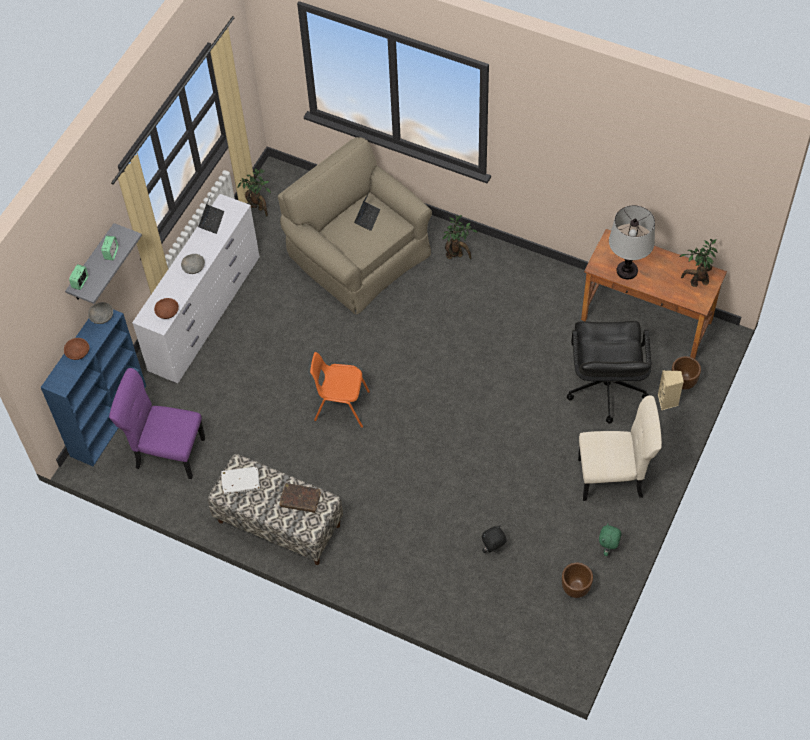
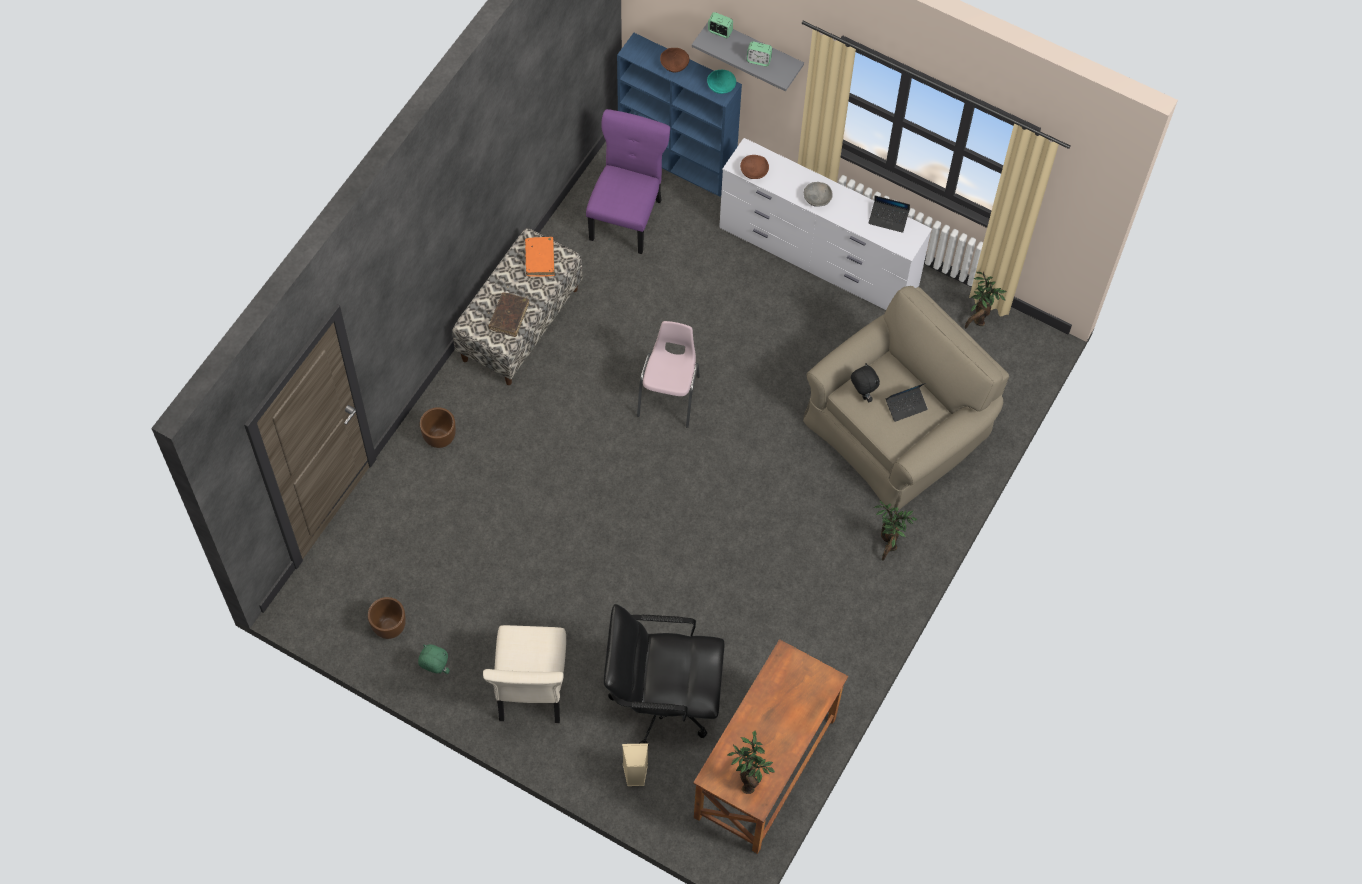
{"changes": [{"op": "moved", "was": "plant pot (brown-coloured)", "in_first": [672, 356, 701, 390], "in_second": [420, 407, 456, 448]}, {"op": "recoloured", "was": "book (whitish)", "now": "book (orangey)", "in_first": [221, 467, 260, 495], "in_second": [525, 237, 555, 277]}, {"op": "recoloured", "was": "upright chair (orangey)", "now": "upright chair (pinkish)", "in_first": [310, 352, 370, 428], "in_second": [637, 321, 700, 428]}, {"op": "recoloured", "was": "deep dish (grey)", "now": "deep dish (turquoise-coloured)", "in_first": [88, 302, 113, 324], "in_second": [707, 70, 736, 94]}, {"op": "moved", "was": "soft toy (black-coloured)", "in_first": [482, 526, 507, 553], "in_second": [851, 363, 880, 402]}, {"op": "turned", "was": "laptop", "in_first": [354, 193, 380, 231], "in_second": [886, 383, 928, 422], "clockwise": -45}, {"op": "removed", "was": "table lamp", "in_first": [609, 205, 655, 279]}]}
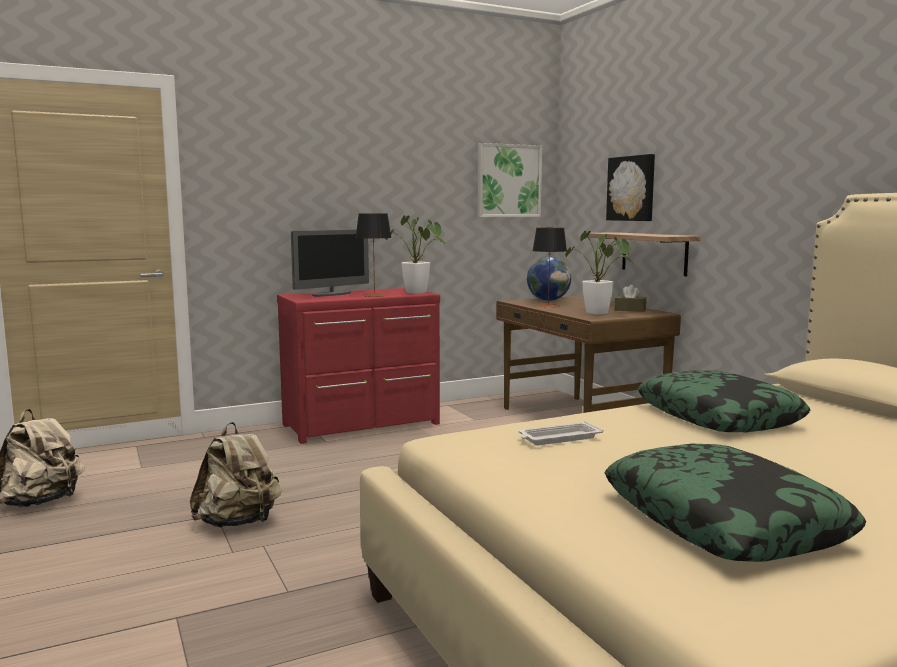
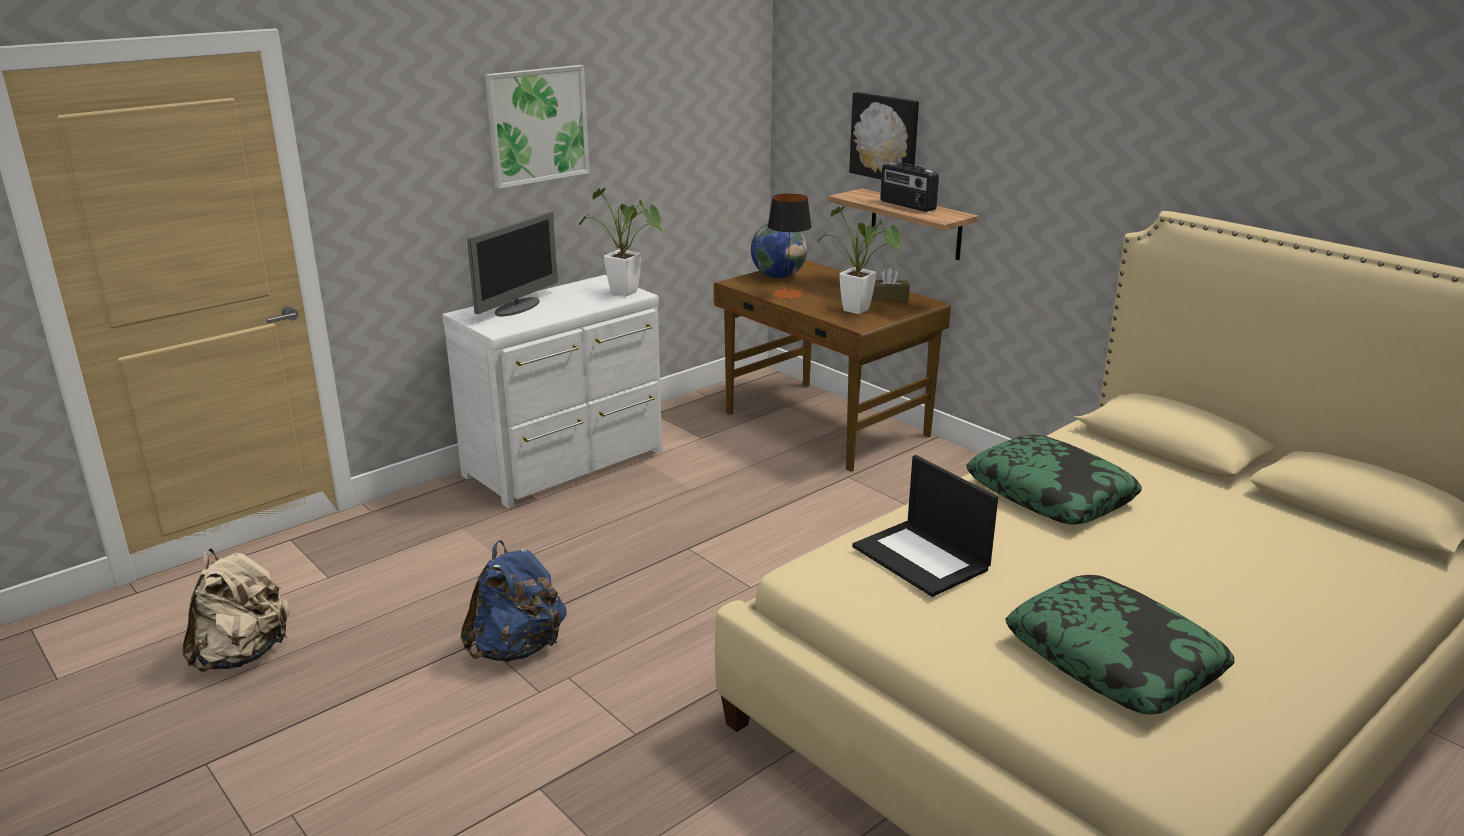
{"changes": [{"op": "recoloured", "was": "drawer chest (red-coloured)", "now": "drawer chest (whitish)", "in_first": [277, 288, 440, 444], "in_second": [442, 275, 662, 508]}, {"op": "recoloured", "was": "backpack (beige-coloured)", "now": "backpack (blue)", "in_first": [190, 422, 282, 528], "in_second": [461, 540, 567, 662]}, {"op": "moved", "was": "picture", "in_first": [478, 143, 542, 217], "in_second": [485, 65, 590, 189]}, {"op": "replaced", "was": "tray (whitish)", "now": "laptop", "in_first": [519, 421, 604, 445], "in_second": [852, 455, 998, 597]}, {"op": "added", "now": "radio", "in_second": [880, 163, 939, 212]}, {"op": "removed", "was": "table lamp", "in_first": [355, 213, 392, 297]}]}
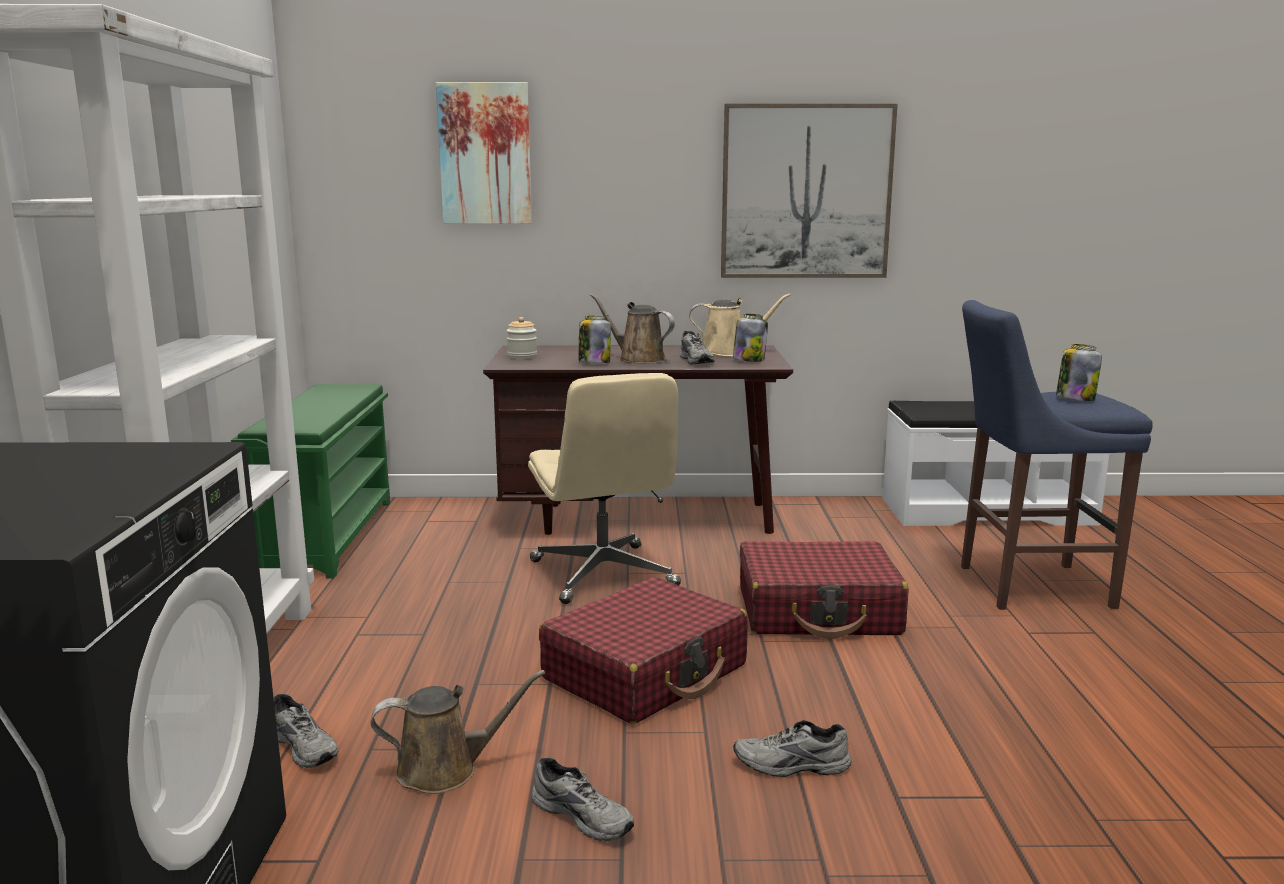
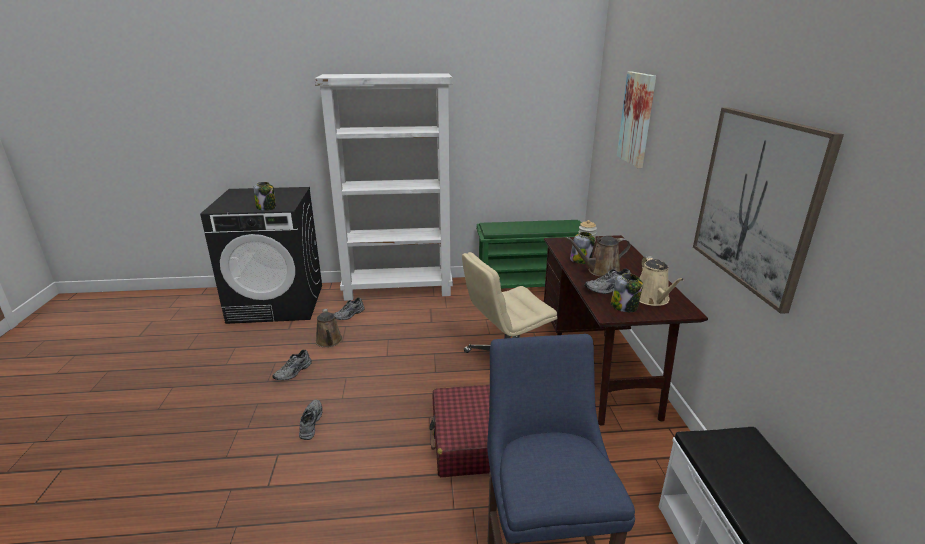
{"changes": [{"op": "moved", "was": "preserve jar", "in_first": [1056, 344, 1102, 401], "in_second": [253, 182, 276, 211]}, {"op": "turned", "was": "watering pot (brown-coloured)", "in_first": [590, 294, 675, 363], "in_second": [565, 236, 631, 277], "clockwise": -135}, {"op": "removed", "was": "travel case (red-coloured)", "in_first": [539, 577, 748, 724]}]}
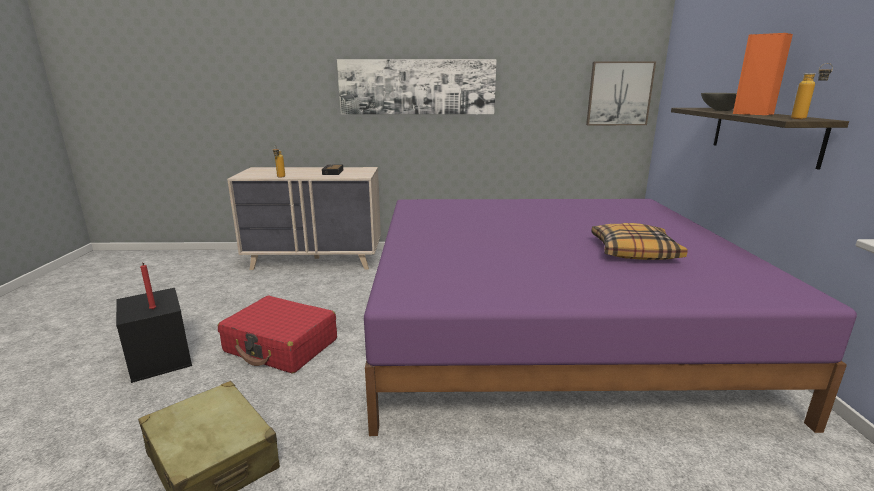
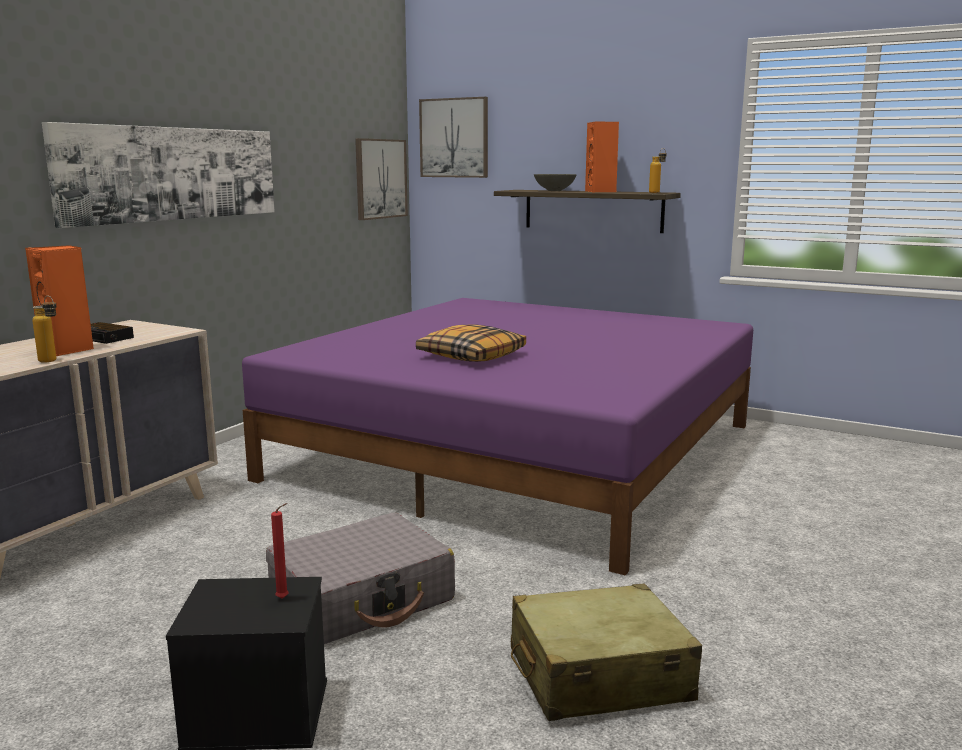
{"changes": [{"op": "added", "now": "loudspeaker (orangey)", "in_second": [25, 245, 94, 356]}, {"op": "recoloured", "was": "travel case (red-coloured)", "now": "travel case (grey)", "in_first": [218, 296, 337, 373], "in_second": [266, 512, 455, 644]}, {"op": "moved", "was": "pillow", "in_first": [592, 223, 688, 260], "in_second": [416, 325, 526, 362]}, {"op": "added", "now": "picture", "in_second": [419, 97, 488, 178]}]}
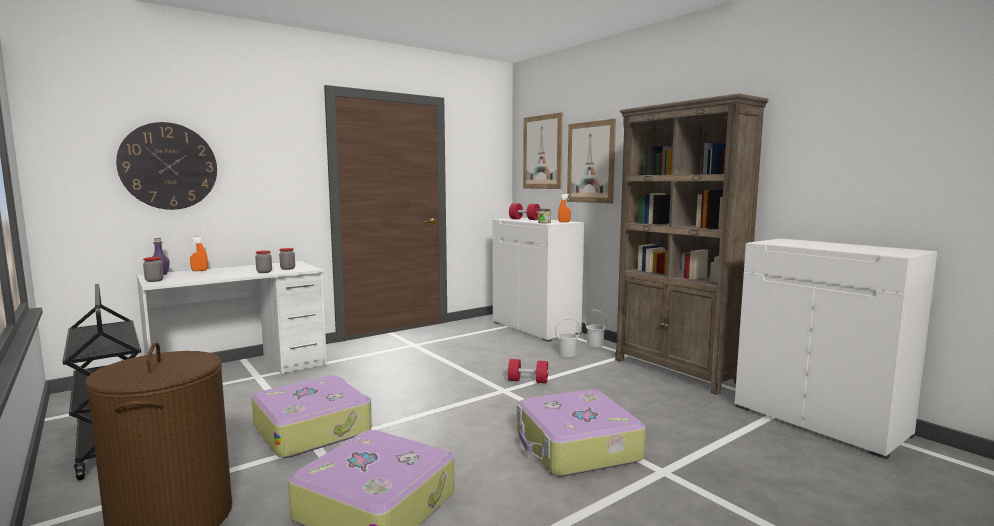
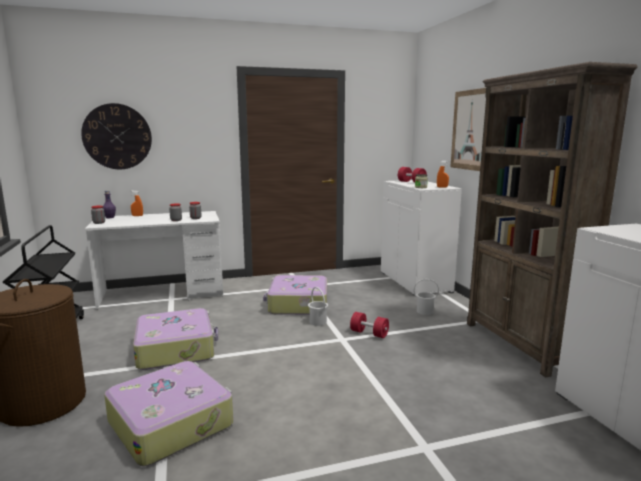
{"changes": [{"op": "moved", "was": "travel case", "in_first": [517, 389, 646, 477], "in_second": [263, 275, 327, 315]}, {"op": "moved", "was": "water bucket (whitish)", "in_first": [585, 310, 608, 347], "in_second": [308, 287, 328, 326]}, {"op": "removed", "was": "picture", "in_first": [523, 112, 563, 189]}]}
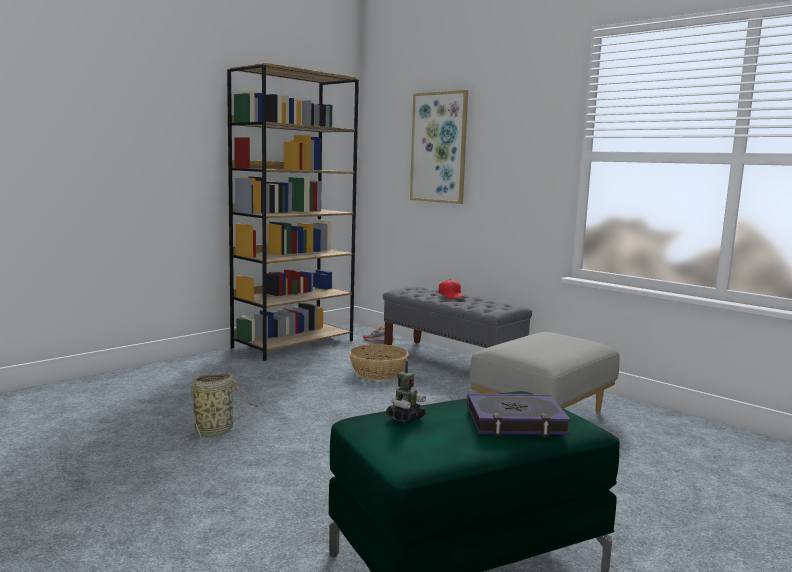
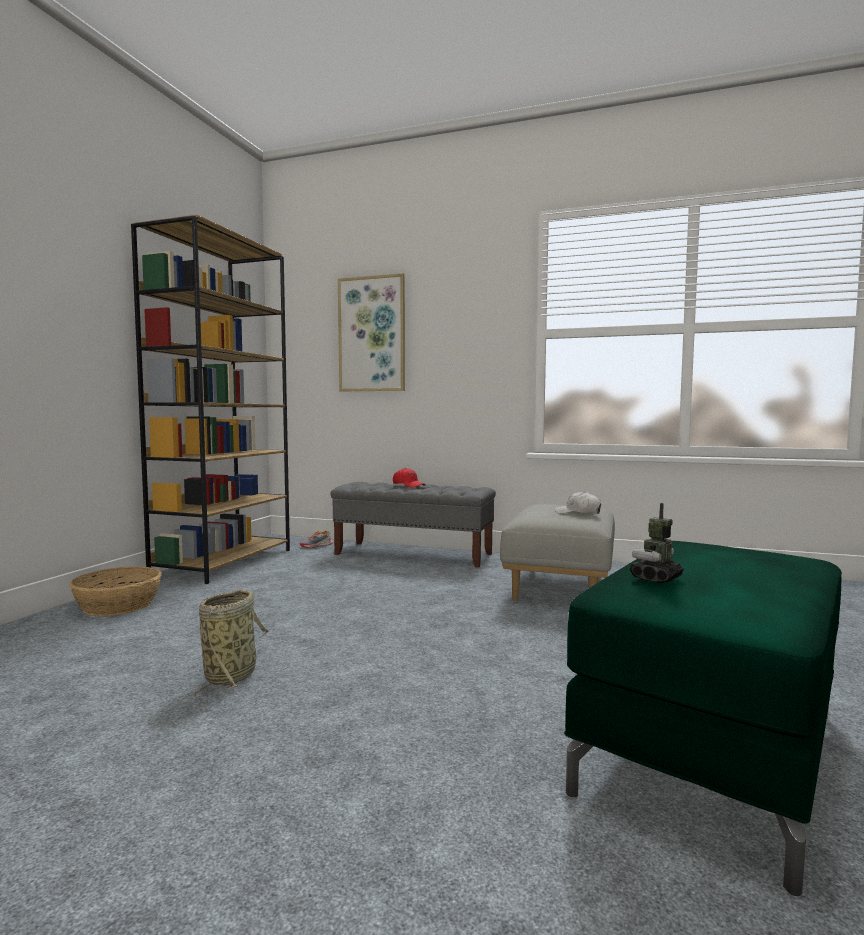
{"changes": [{"op": "moved", "was": "household basket", "in_first": [349, 344, 409, 380], "in_second": [69, 566, 162, 616]}, {"op": "added", "now": "cap (whitish)", "in_second": [555, 492, 601, 514]}, {"op": "turned", "was": "model robot", "in_first": [386, 361, 426, 423], "in_second": [630, 503, 684, 583], "clockwise": -150}, {"op": "removed", "was": "book", "in_first": [467, 394, 571, 437]}]}
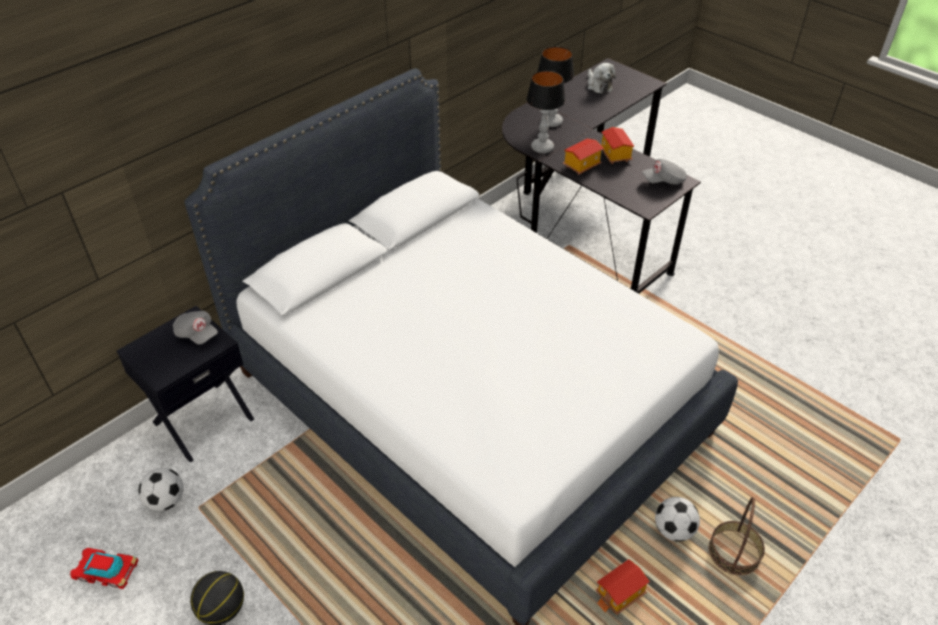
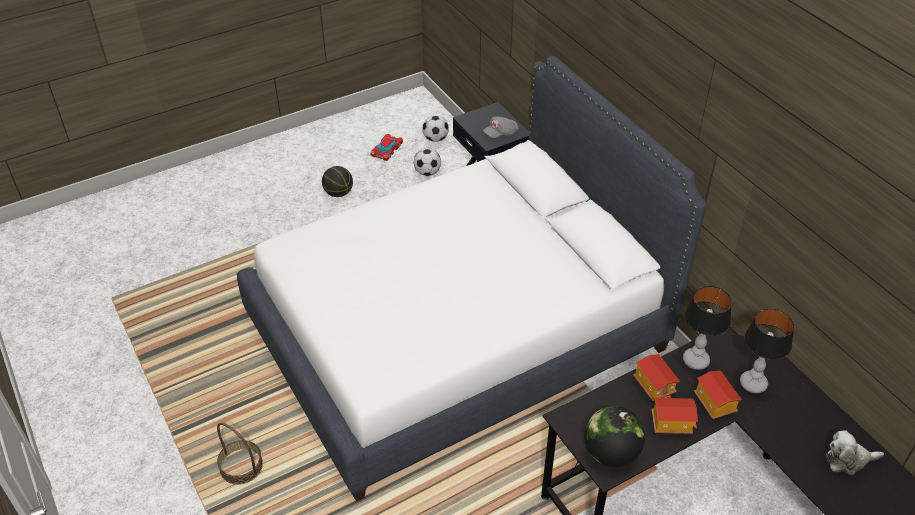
{"changes": [{"op": "moved", "was": "ball for football", "in_first": [655, 497, 700, 542], "in_second": [422, 115, 449, 142]}, {"op": "replaced", "was": "cap (grey)", "now": "world globe", "in_first": [642, 159, 686, 185], "in_second": [584, 406, 645, 467]}, {"op": "moved", "was": "model house", "in_first": [596, 559, 650, 615], "in_second": [694, 371, 742, 419]}]}
